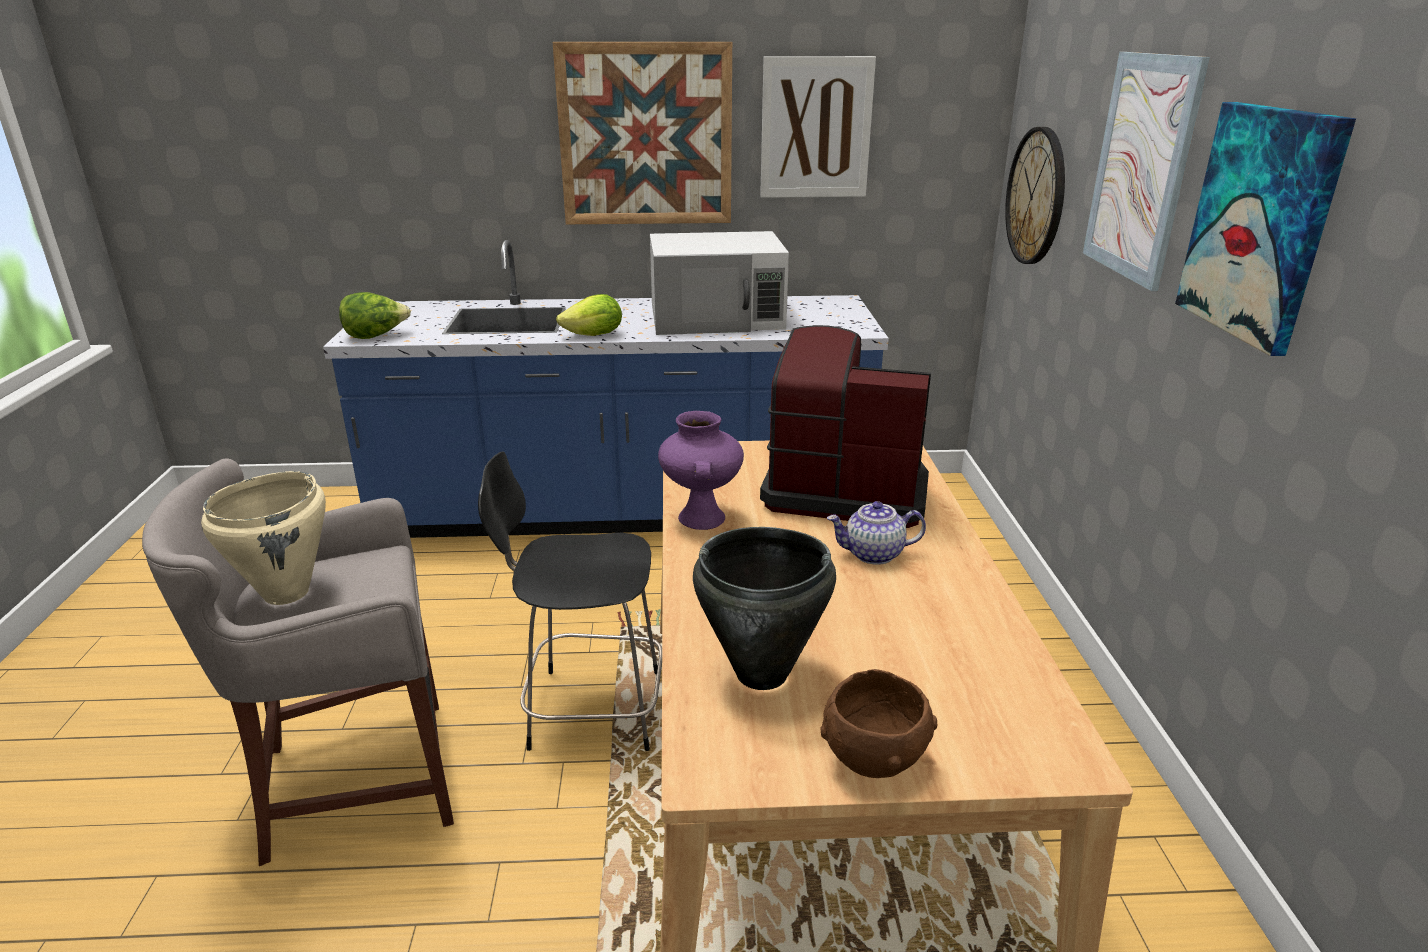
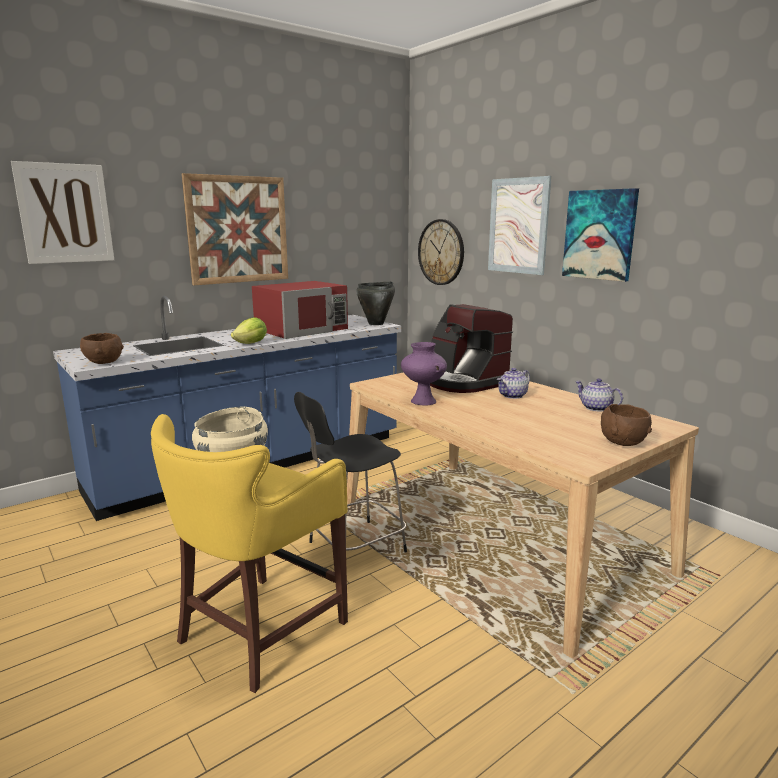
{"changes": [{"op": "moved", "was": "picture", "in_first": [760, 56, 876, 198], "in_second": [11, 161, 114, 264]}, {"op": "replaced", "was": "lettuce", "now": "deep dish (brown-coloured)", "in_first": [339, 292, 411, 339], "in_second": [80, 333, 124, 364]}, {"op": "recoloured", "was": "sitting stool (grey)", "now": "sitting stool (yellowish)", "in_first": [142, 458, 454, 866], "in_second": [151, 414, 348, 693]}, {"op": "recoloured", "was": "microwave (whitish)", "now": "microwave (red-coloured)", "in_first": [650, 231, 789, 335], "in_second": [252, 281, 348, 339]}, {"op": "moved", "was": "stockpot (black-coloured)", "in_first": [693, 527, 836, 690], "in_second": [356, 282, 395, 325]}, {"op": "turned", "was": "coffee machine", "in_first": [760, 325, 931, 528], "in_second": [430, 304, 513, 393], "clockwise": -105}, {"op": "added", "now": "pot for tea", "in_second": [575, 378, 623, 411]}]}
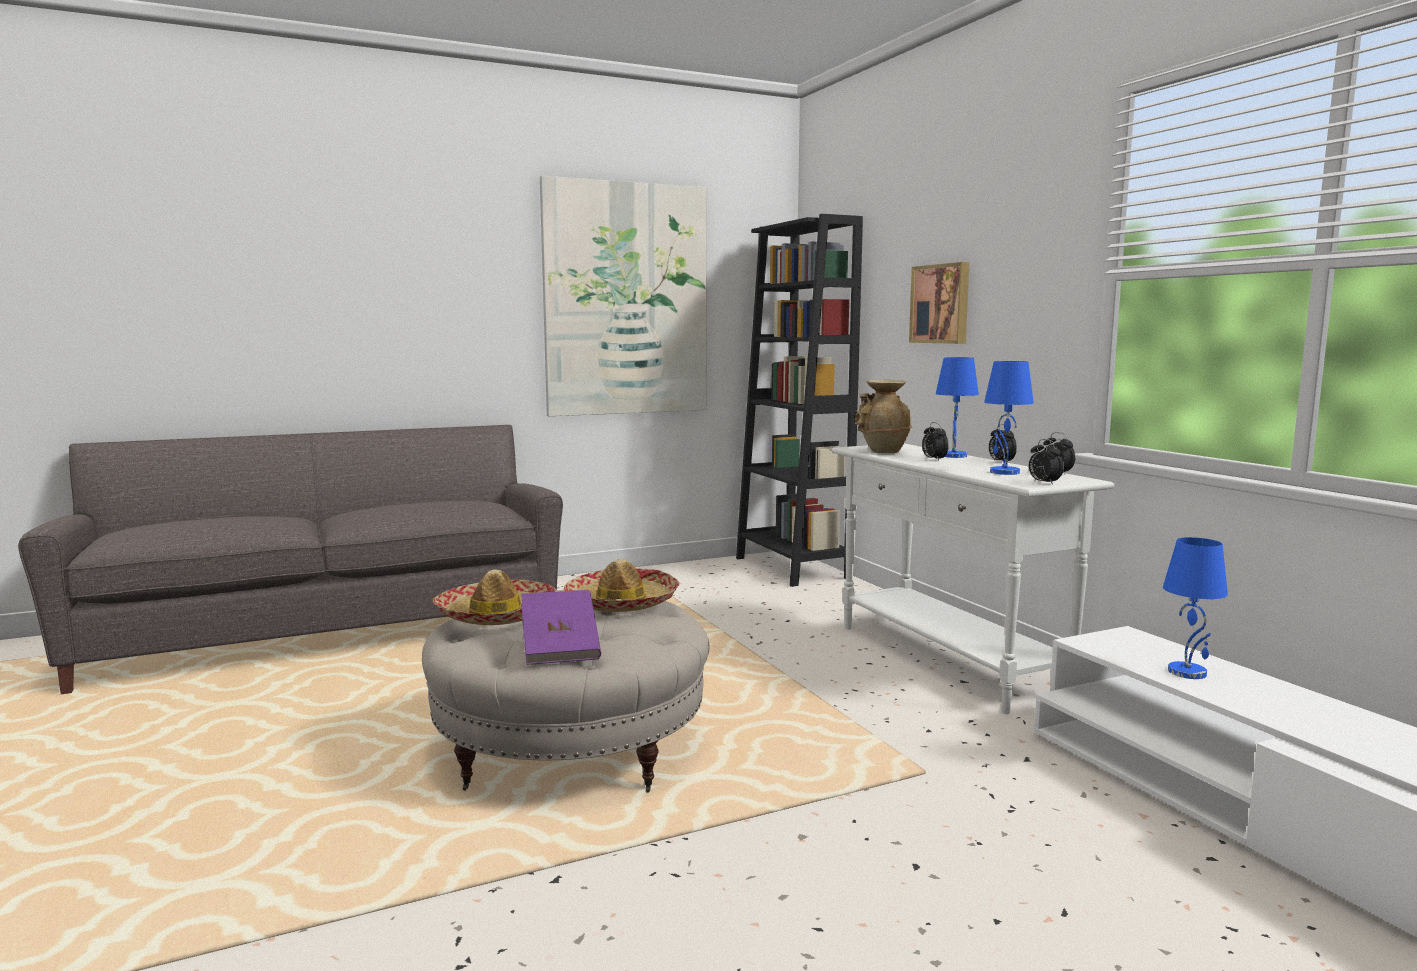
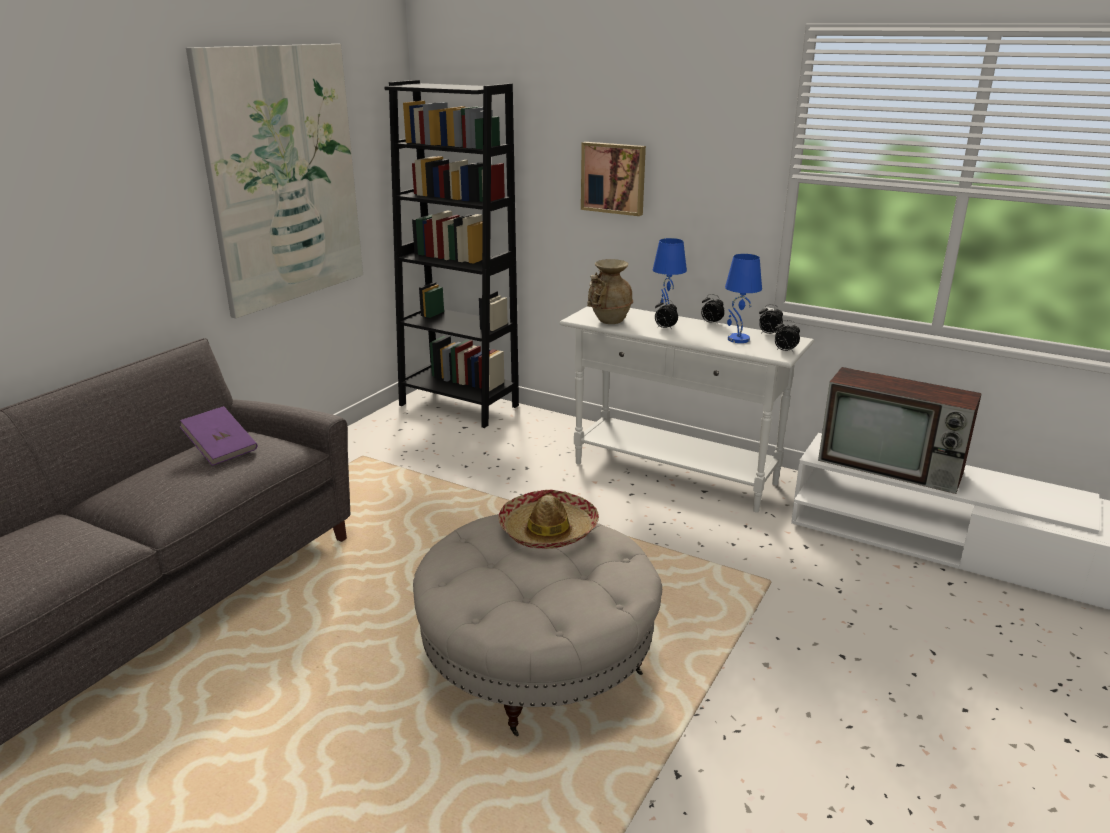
{"changes": [{"op": "moved", "was": "book (purplish)", "in_first": [521, 590, 601, 665], "in_second": [180, 406, 258, 466]}, {"op": "replaced", "was": "table lamp (blue)", "now": "TV", "in_first": [1163, 537, 1228, 679], "in_second": [818, 367, 982, 494]}, {"op": "removed", "was": "hat", "in_first": [433, 569, 557, 625]}]}
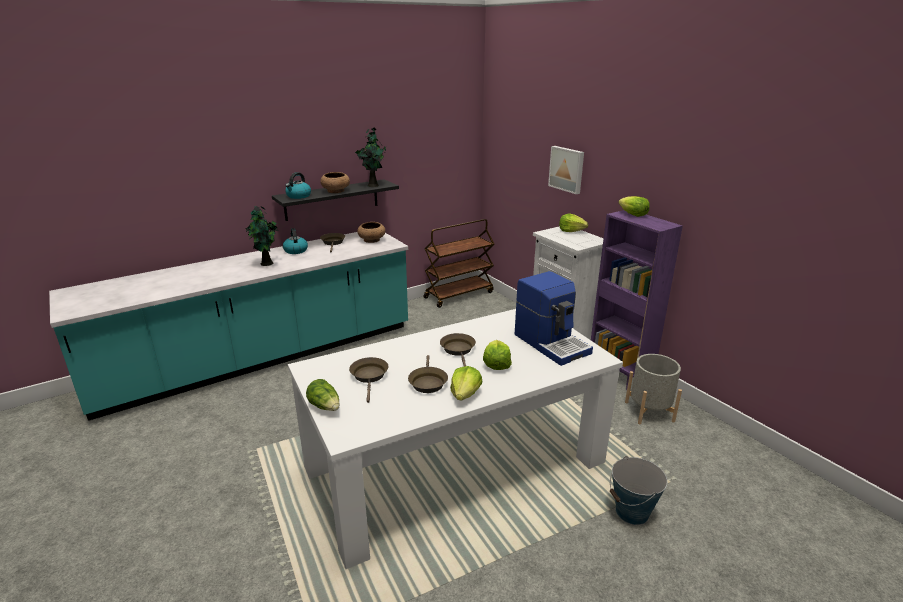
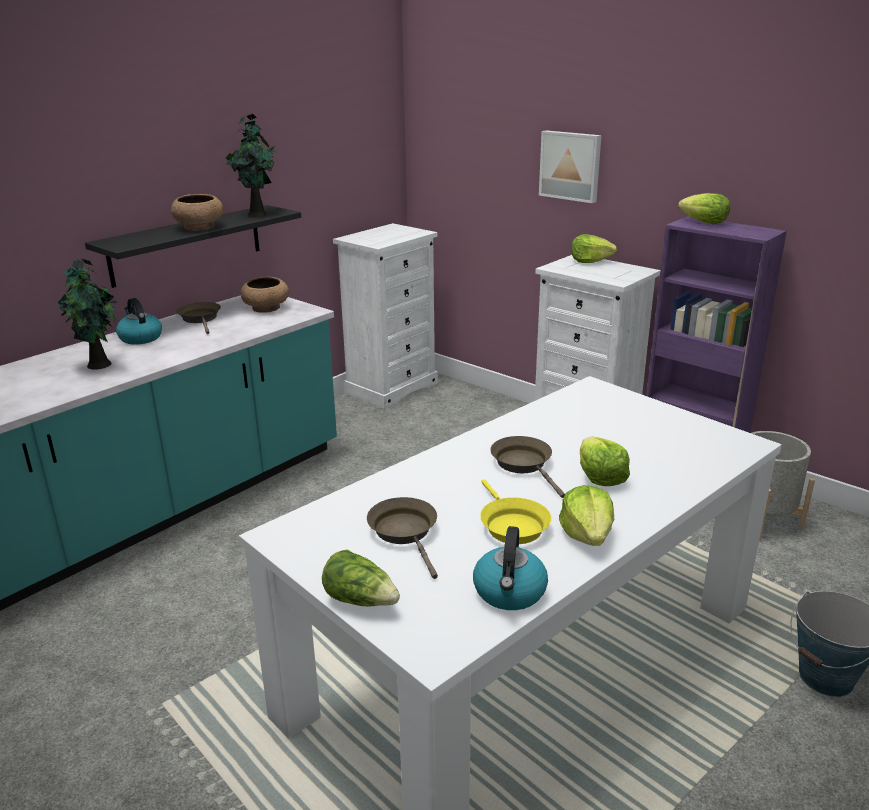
{"changes": [{"op": "replaced", "was": "wheeled cart (brown-coloured)", "now": "drawer chest (whitish)", "in_first": [423, 219, 494, 308], "in_second": [333, 223, 438, 409]}, {"op": "moved", "was": "tea kettle", "in_first": [285, 172, 311, 199], "in_second": [473, 526, 548, 610]}, {"op": "recoloured", "was": "skillet (brown-coloured)", "now": "skillet (yellowish)", "in_first": [408, 355, 448, 393], "in_second": [480, 479, 551, 544]}, {"op": "removed", "was": "coffee machine", "in_first": [515, 271, 593, 366]}]}
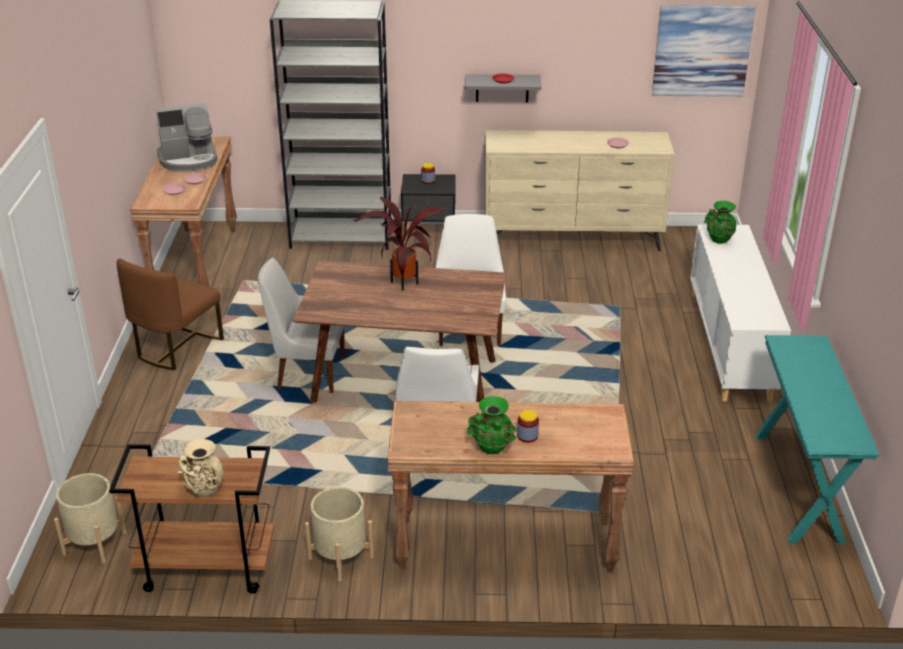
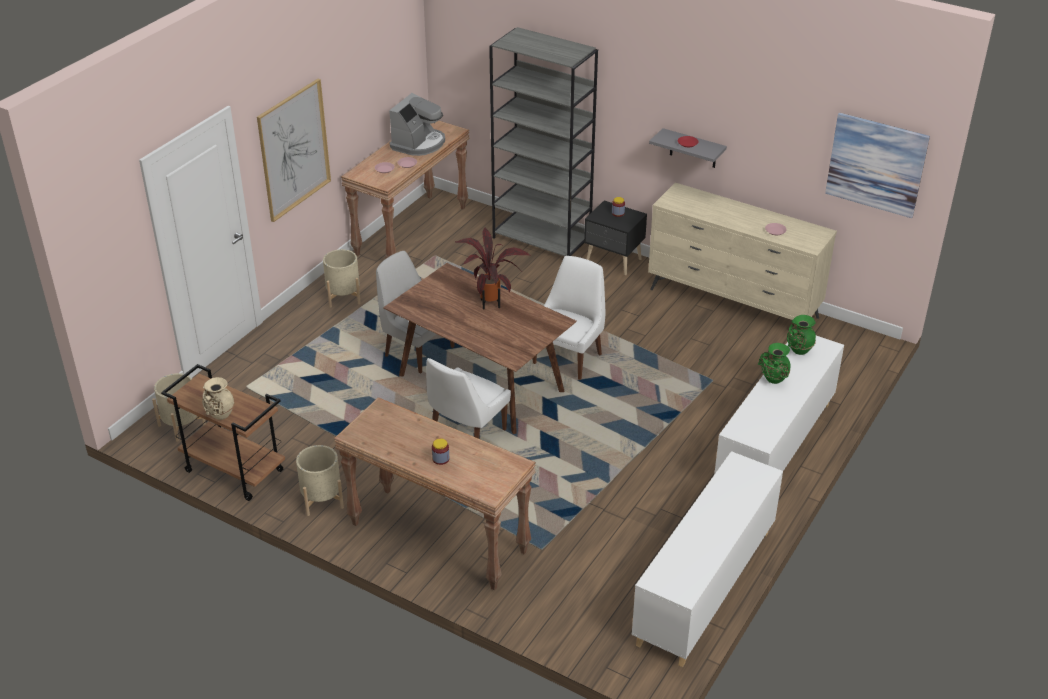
{"changes": [{"op": "added", "now": "picture", "in_second": [257, 79, 331, 222]}, {"op": "replaced", "was": "upright chair (brown-coloured)", "now": "plant pot (beige-coloured)", "in_first": [116, 258, 224, 370], "in_second": [323, 249, 361, 308]}, {"op": "turned", "was": "coffee machine", "in_first": [156, 103, 217, 172], "in_second": [389, 93, 445, 156], "clockwise": -75}, {"op": "replaced", "was": "console table (turquoise-coloured)", "now": "storage cabinet (whitish)", "in_first": [755, 335, 880, 544], "in_second": [632, 451, 783, 667]}, {"op": "moved", "was": "flower vase (greenish)", "in_first": [467, 396, 516, 454], "in_second": [758, 343, 791, 384]}]}
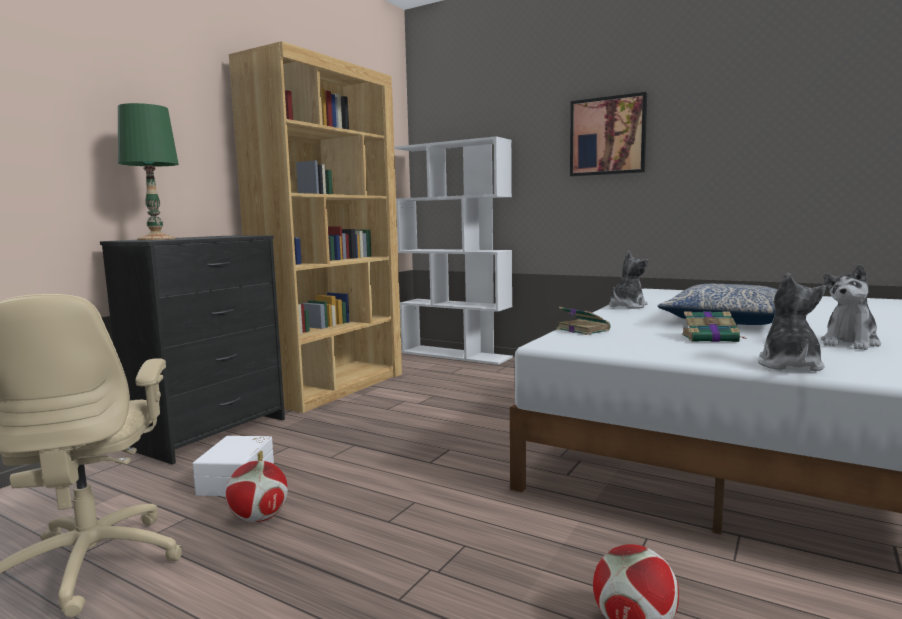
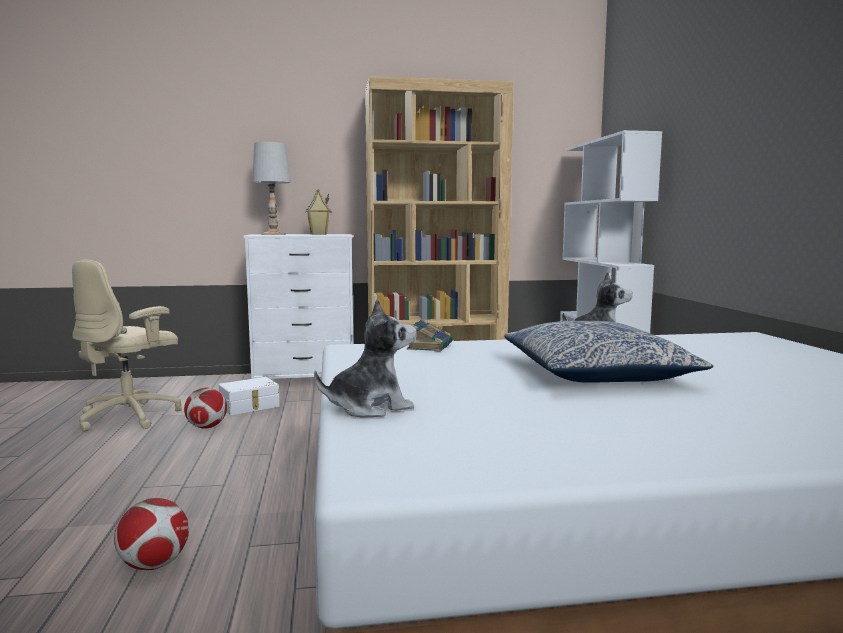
{"changes": [{"op": "recoloured", "was": "drawer chest (black-coloured)", "now": "drawer chest (whitish)", "in_first": [100, 235, 285, 465], "in_second": [243, 234, 353, 379]}, {"op": "recoloured", "was": "table lamp (greenish)", "now": "table lamp (whitish)", "in_first": [118, 103, 179, 240], "in_second": [252, 142, 291, 235]}, {"op": "added", "now": "model house", "in_second": [305, 189, 332, 235]}, {"op": "removed", "was": "picture", "in_first": [570, 92, 647, 176]}, {"op": "removed", "was": "book", "in_first": [682, 311, 743, 342]}, {"op": "removed", "was": "soft toy", "in_first": [821, 264, 881, 350]}]}
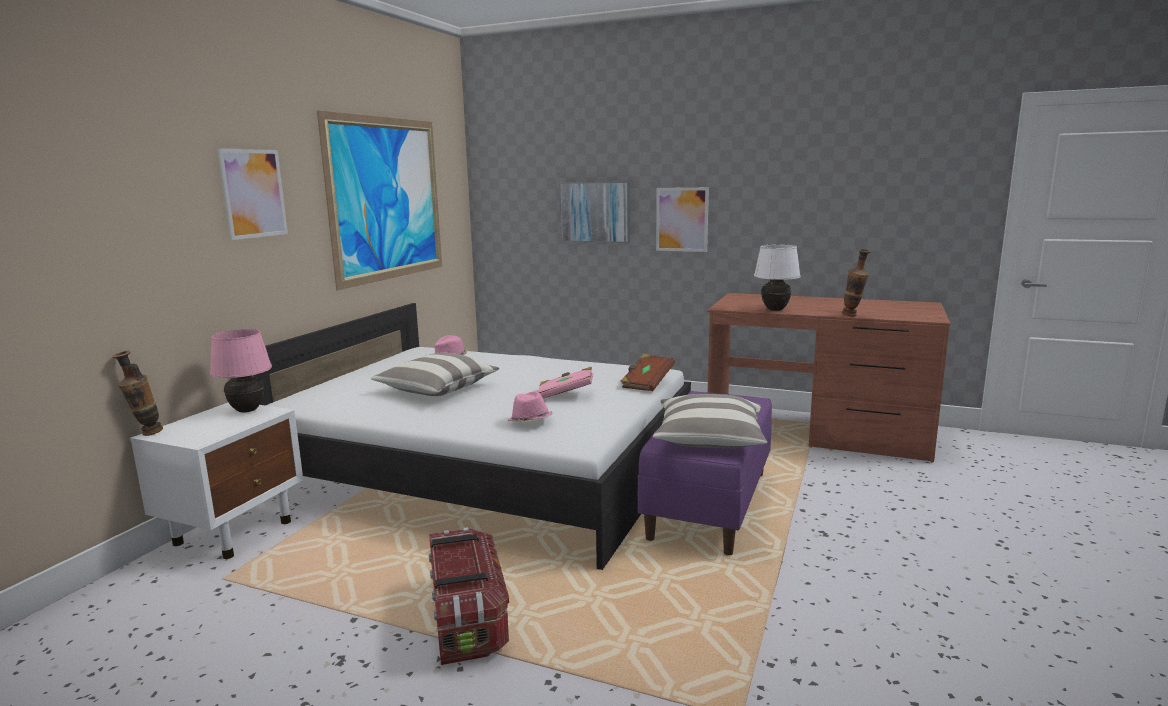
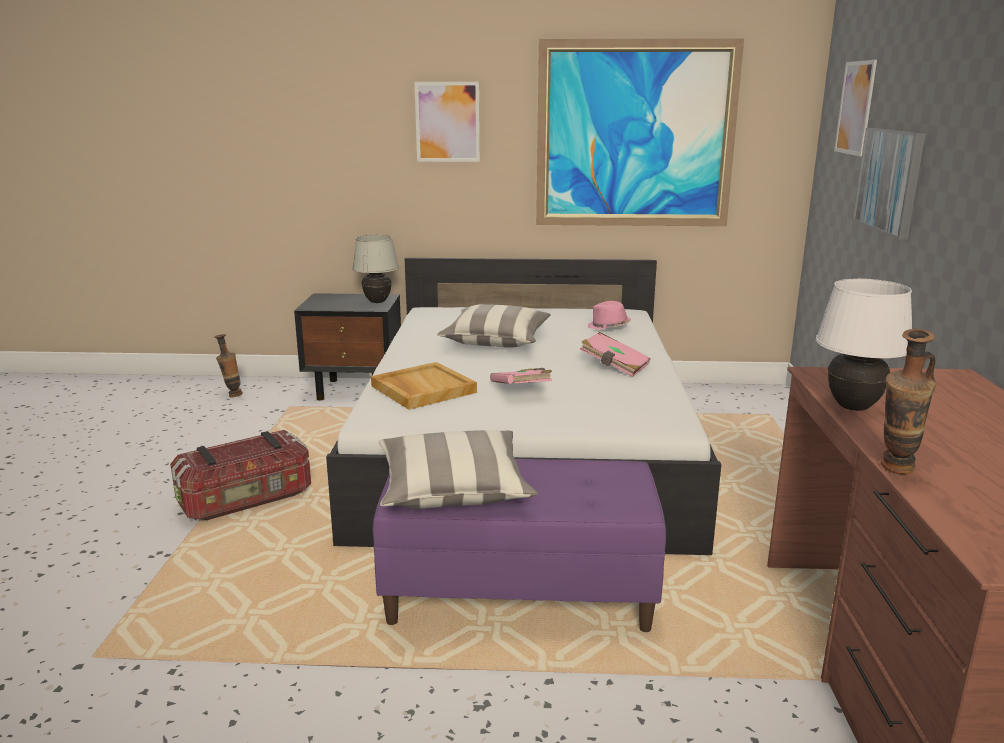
{"changes": [{"op": "moved", "was": "flower vase", "in_first": [113, 351, 163, 436], "in_second": [214, 334, 243, 397]}, {"op": "recoloured", "was": "night table (whitish)", "now": "night table (black-coloured)", "in_first": [130, 403, 303, 559], "in_second": [294, 293, 401, 401]}, {"op": "recoloured", "was": "table lamp (pinkish)", "now": "table lamp (whitish)", "in_first": [210, 329, 272, 413], "in_second": [352, 235, 399, 303]}, {"op": "replaced", "was": "hat (pinkish)", "now": "tray (beige-coloured)", "in_first": [507, 391, 552, 422], "in_second": [371, 362, 477, 410]}, {"op": "added", "now": "book (pinkish)", "in_second": [580, 332, 651, 377]}, {"op": "moved", "was": "picture", "in_first": [656, 187, 709, 252], "in_second": [834, 60, 877, 157]}, {"op": "removed", "was": "book (brown-coloured)", "in_first": [621, 354, 675, 391]}]}
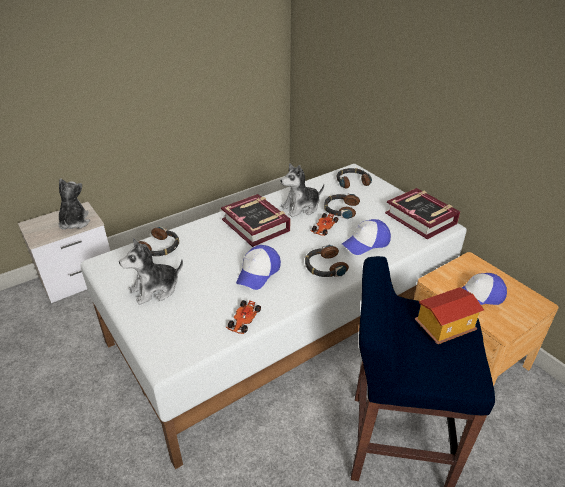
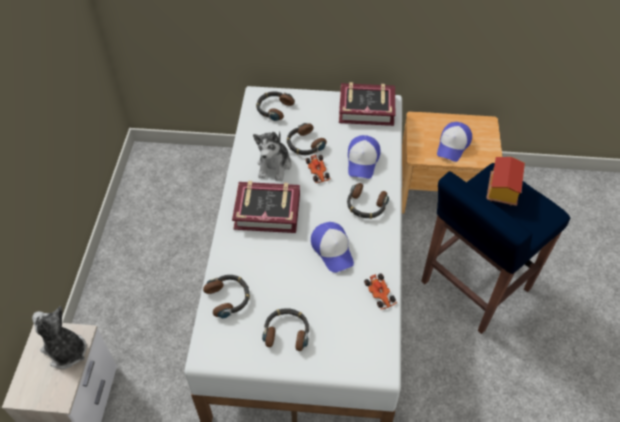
{"changes": [{"op": "replaced", "was": "soft toy", "now": "headphones", "in_first": [119, 238, 183, 305], "in_second": [262, 308, 309, 351]}]}
